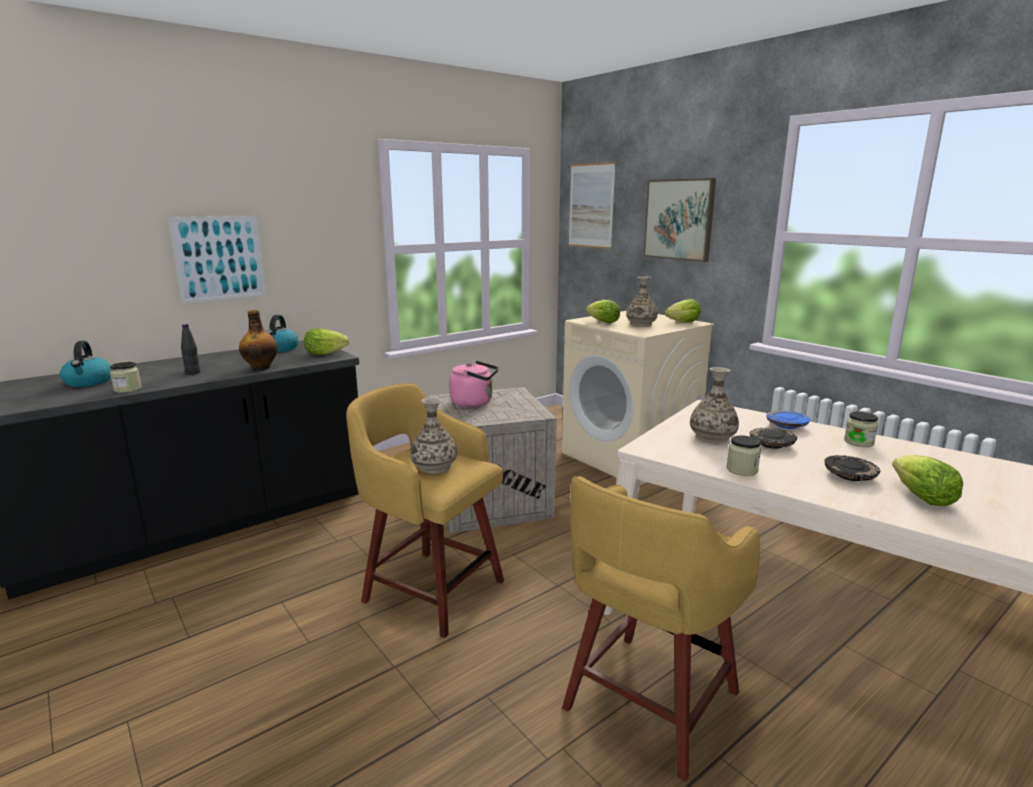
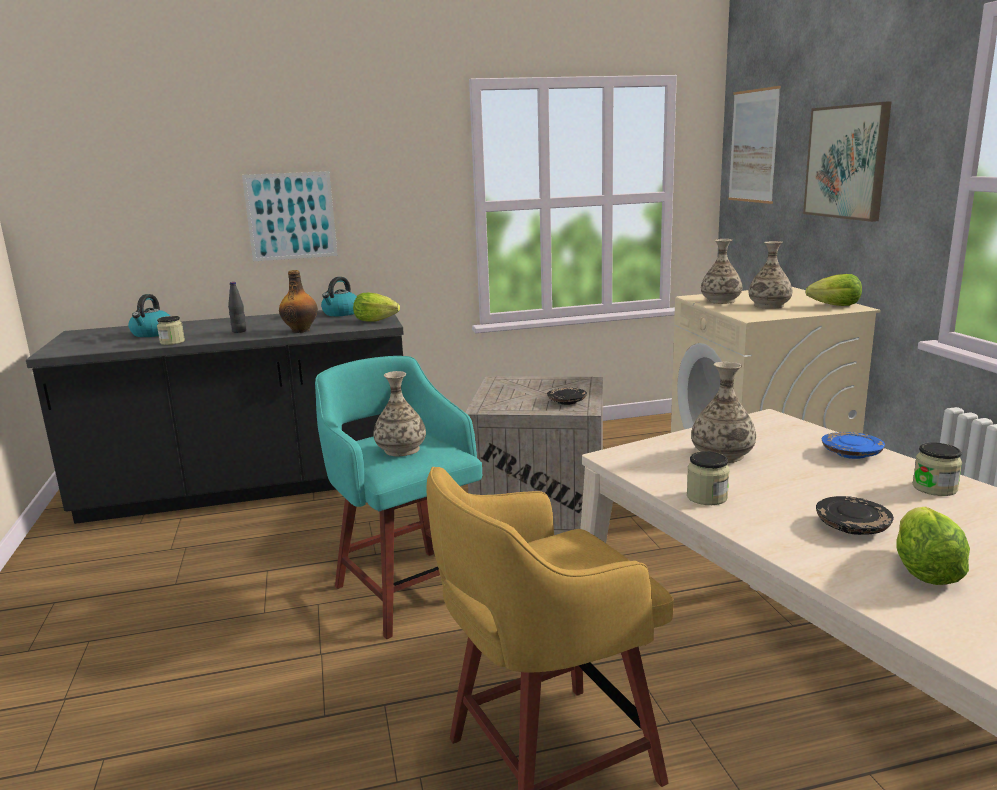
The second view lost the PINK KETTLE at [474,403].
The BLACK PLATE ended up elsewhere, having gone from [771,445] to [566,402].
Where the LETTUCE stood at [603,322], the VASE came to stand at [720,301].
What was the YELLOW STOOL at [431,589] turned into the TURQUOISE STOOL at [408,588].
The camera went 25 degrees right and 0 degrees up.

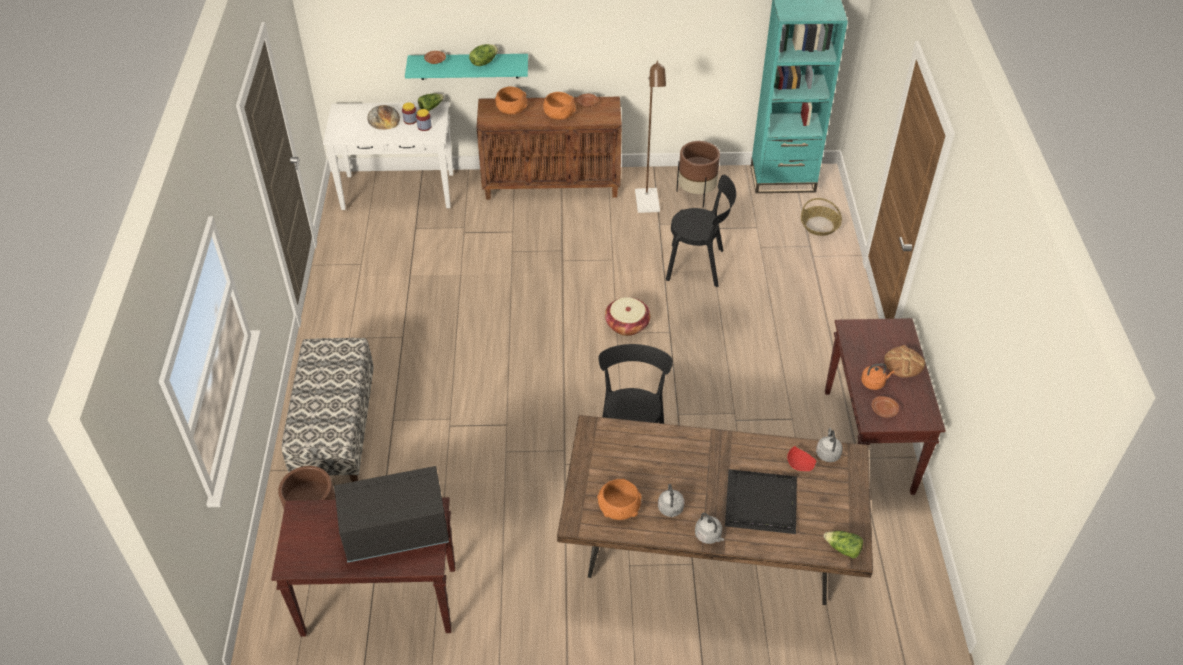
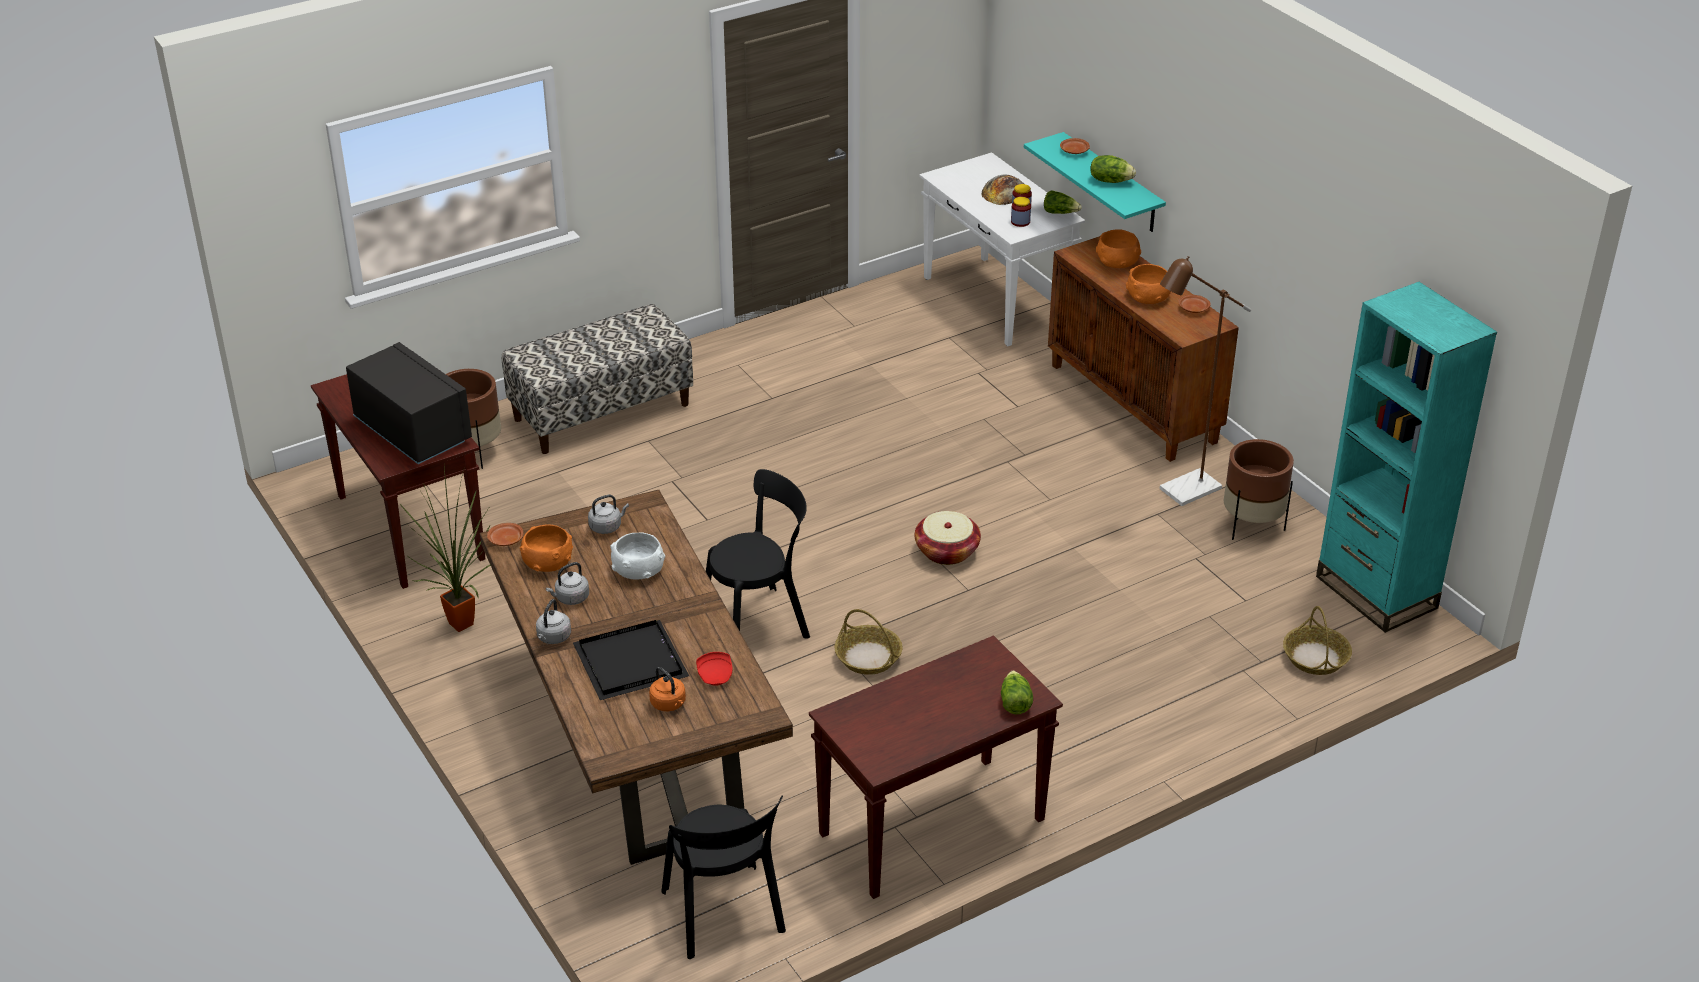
The second view lost the BREAD at [903,363].
The second view gained the POTTED PLANT at [463,627].
The second view gained the WHITE BOWL at [637,569].
The second view gained the BASKET at [867,657].
The BLACK CHAIR ended up elsewhere, having gone from [698,265] to [724,915].
The GREY KETTLE ended up elsewhere, having gone from [827,453] to [607,526].
The LETTUCE ended up elsewhere, having gone from [843,549] to [1014,702].
The ORANGE KETTLE ended up elsewhere, having gone from [874,382] to [669,704].
The BROWN PLATE ended up elsewhere, having gone from [884,410] to [505,540].
The camera went 60 degrees right and 10 degrees down.

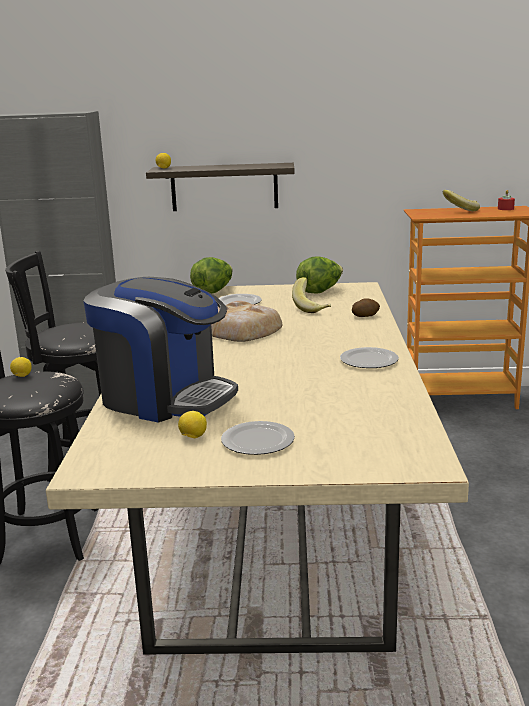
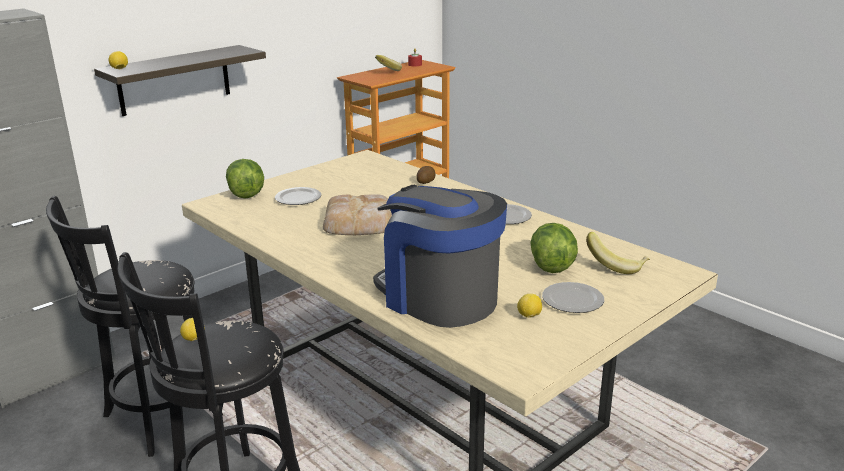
The BANANA ended up elsewhere, having gone from [312,308] to [616,266].
The LETTUCE ended up elsewhere, having gone from [320,291] to [551,265].
The COFFEE MACHINE at [165,397] ended up facing another way, 120 degrees counterclockwise from before.
The camera went 45 degrees left and 5 degrees up.

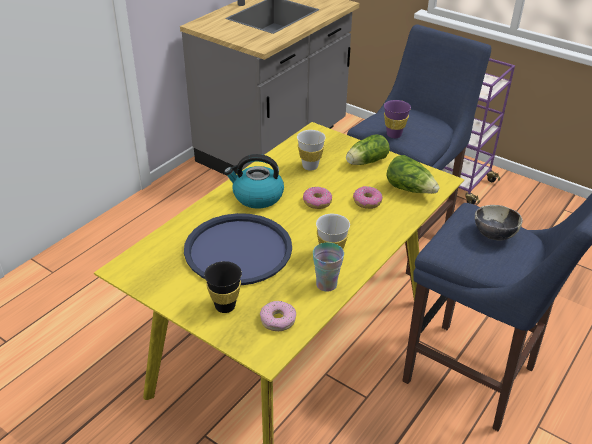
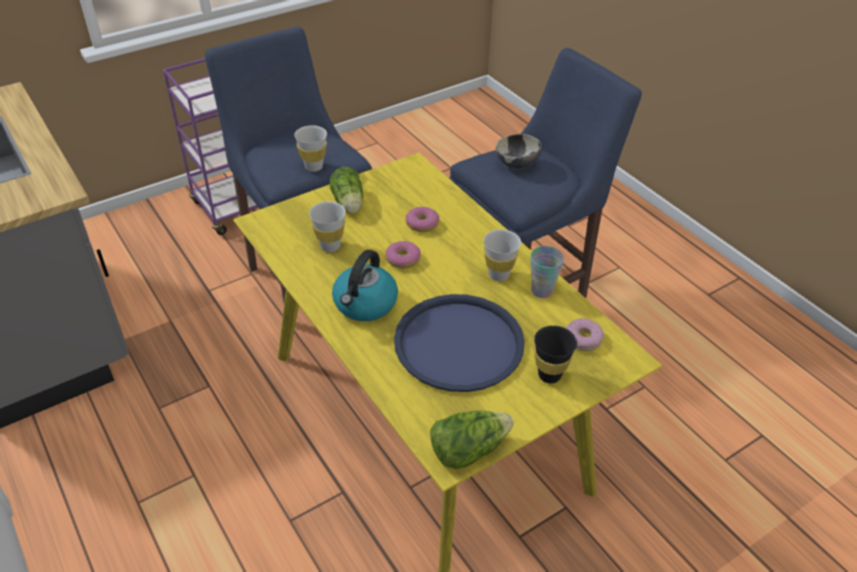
The LETTUCE ended up elsewhere, having gone from [410,189] to [468,449].
What was the PURPLE CUP at [394,135] turned into the WHITE CUP at [314,167].
The camera went 70 degrees left and 5 degrees up.

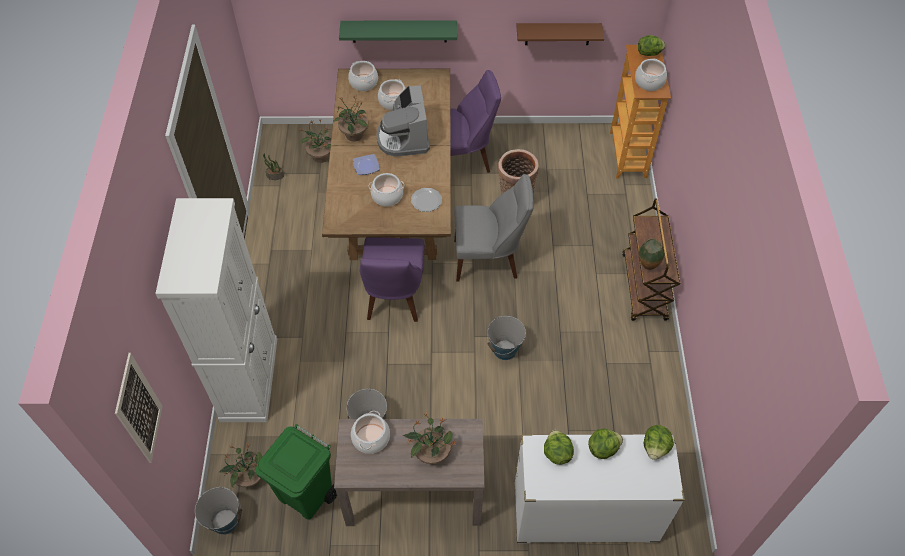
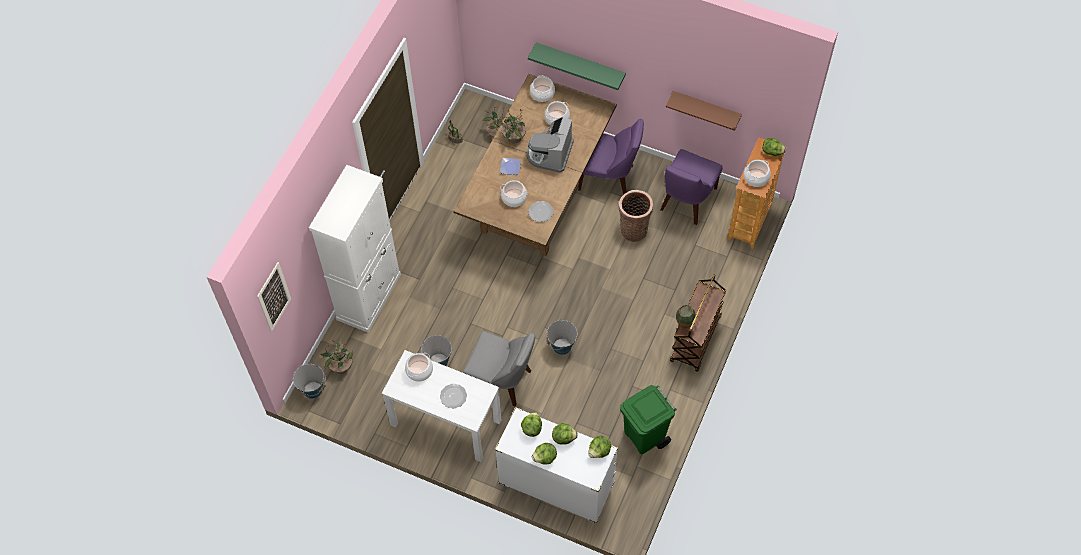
The second view gained the LETTUCE at [545,458].
The GREEN TRASH CAN ended up elsewhere, having gone from [307,495] to [645,436].
The PURPLE CHAIR ended up elsewhere, having gone from [394,298] to [686,201].
The GREY CHAIR ended up elsewhere, having gone from [489,259] to [502,381].
Where the POTTED PLANT stood at [431,453], the PLATE came to stand at [453,396].
What was the BROWN CONSOLE TABLE at [413,494] turned into the WHITE CONSOLE TABLE at [445,422].
The camera went 25 degrees right and 5 degrees up.

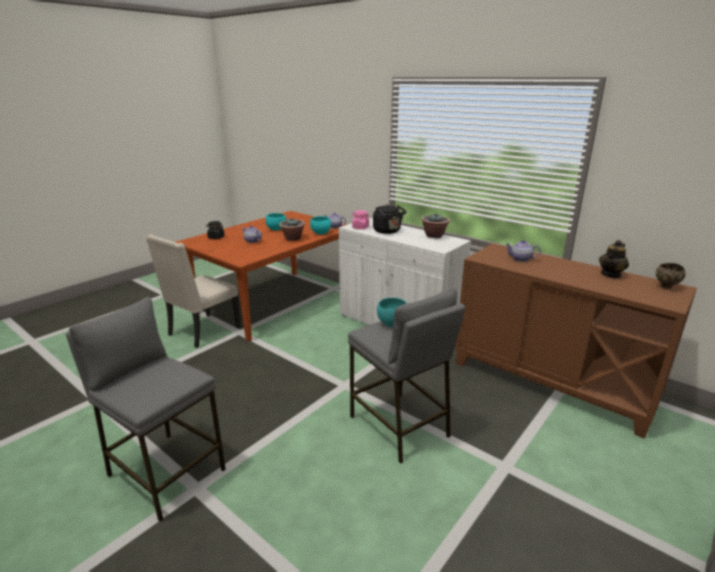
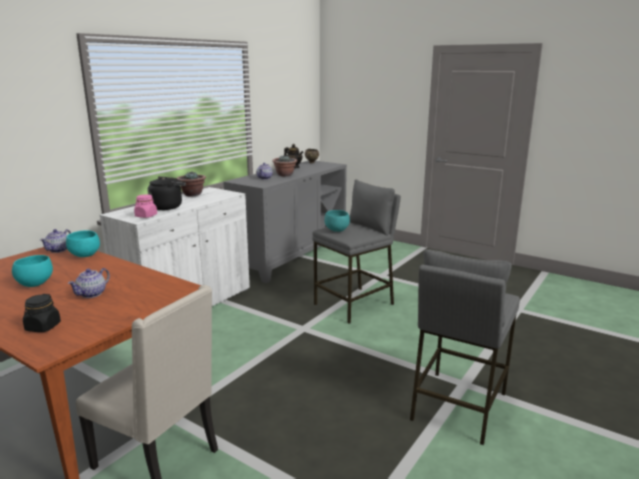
The POTTED PLANT ended up elsewhere, having gone from [292,238] to [285,175].
What was the BROWN CABINET at [551,382] turned into the GREY CABINET at [290,256].
The camera went 95 degrees left and 5 degrees down.

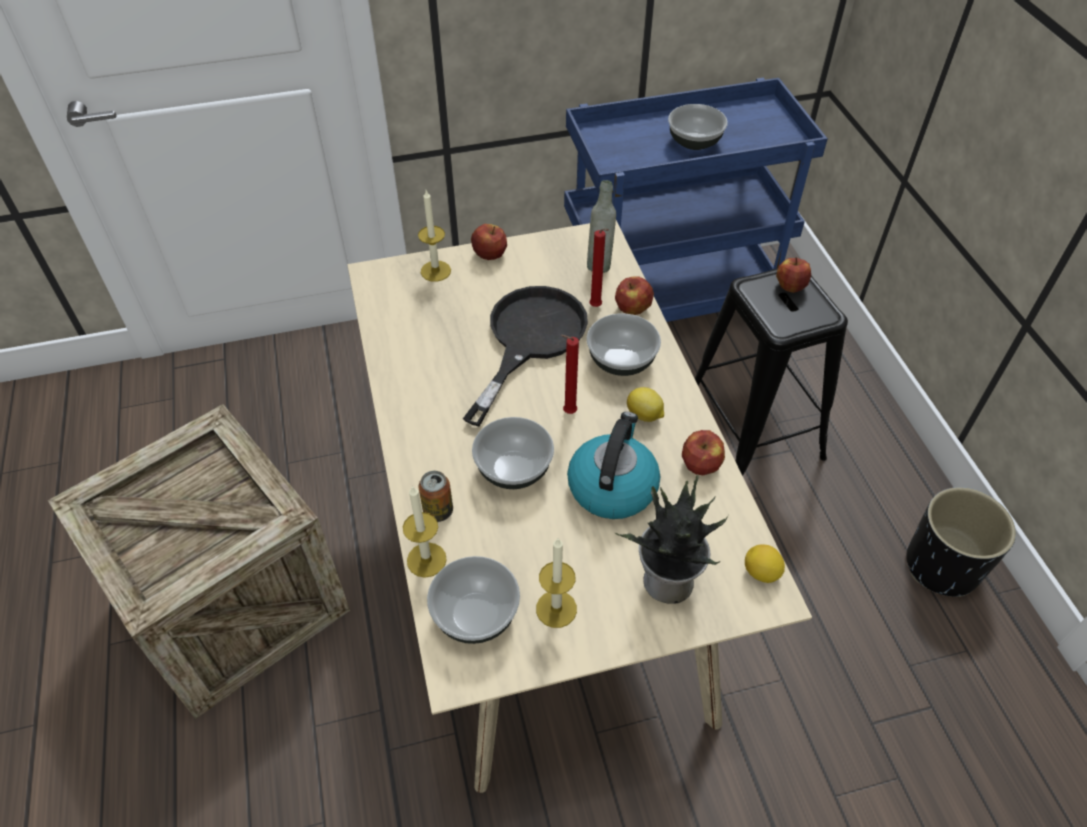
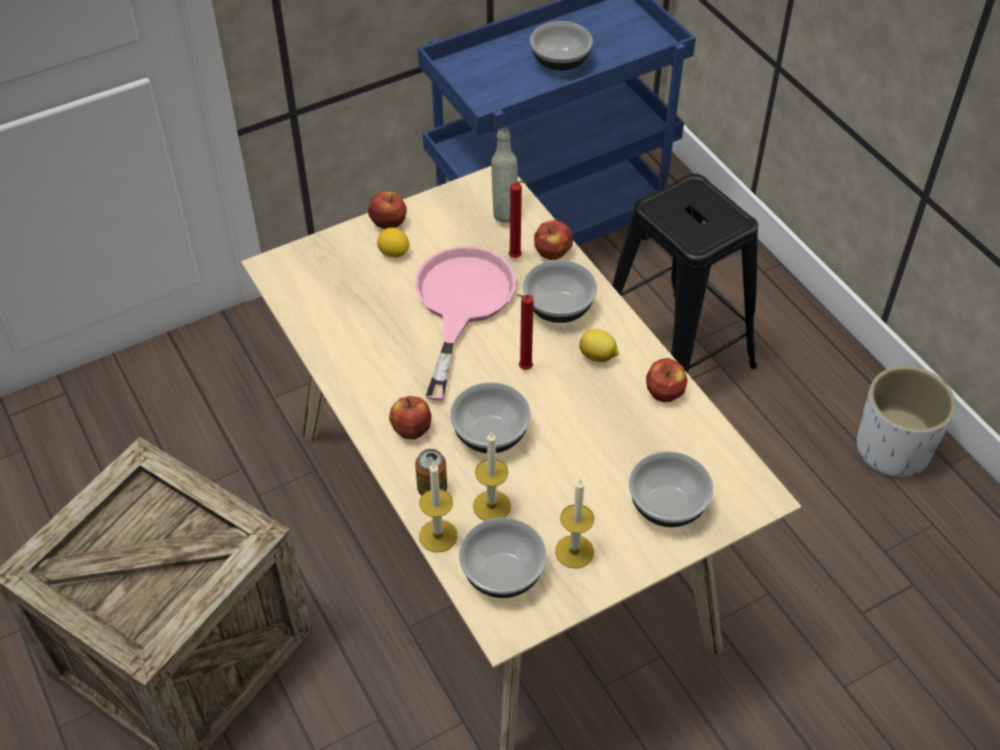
The second view lost the KETTLE at [612,486].
The CANDLE ended up elsewhere, having gone from [435,271] to [491,506].
The LEMON ended up elsewhere, having gone from [761,573] to [394,253].
The APPLE ended up elsewhere, having gone from [790,286] to [411,430].
Where the POTTED PLANT stood at [666,582], the BOWL came to stand at [666,506].
What was the BLACK FRYING PAN at [529,340] turned into the PINK FRYING PAN at [461,304].
What was the BLACK PLANTER at [942,566] turned into the WHITE PLANTER at [893,450].
The camera went 15 degrees left and 0 degrees up.

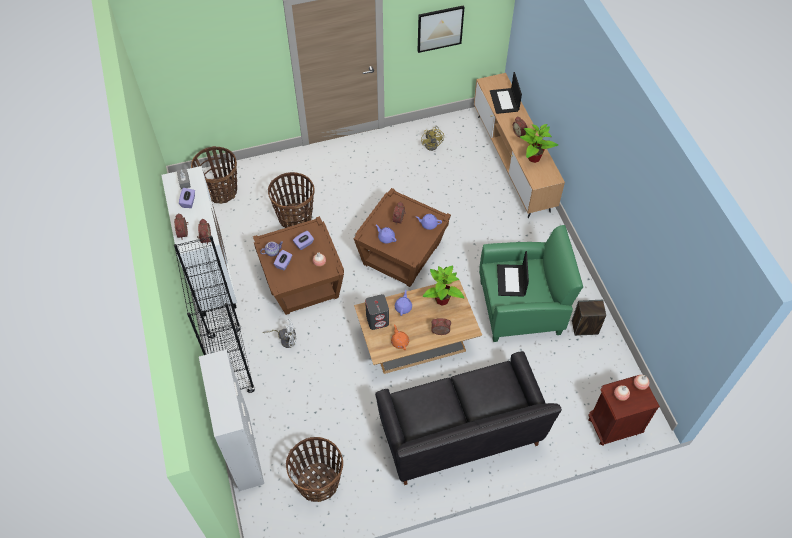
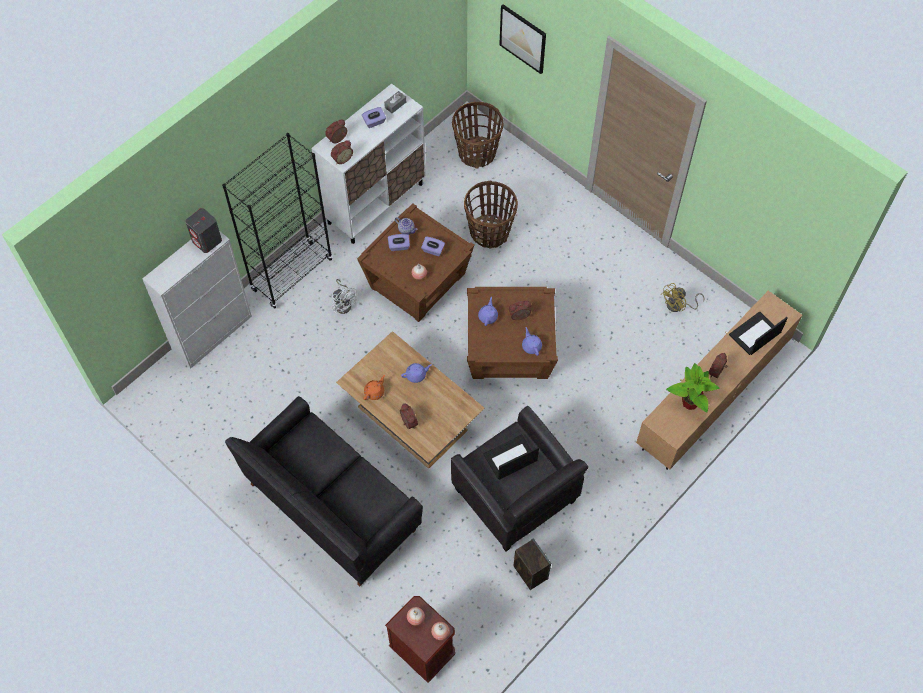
The second view lost the BASKET at [318,482].
The second view lost the POTTED PLANT at [442,300].
The GREY SPEAKER ended up elsewhere, having gone from [377,320] to [207,241].
The PICTURE ended up elsewhere, having gone from [440,28] to [523,38].
What was the GREEN ARMCHAIR at [521,307] turned into the BLACK ARMCHAIR at [515,497].
The camera went 60 degrees right and 5 degrees up.

